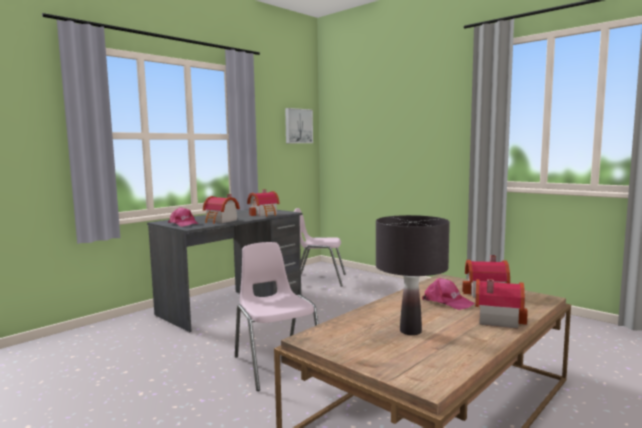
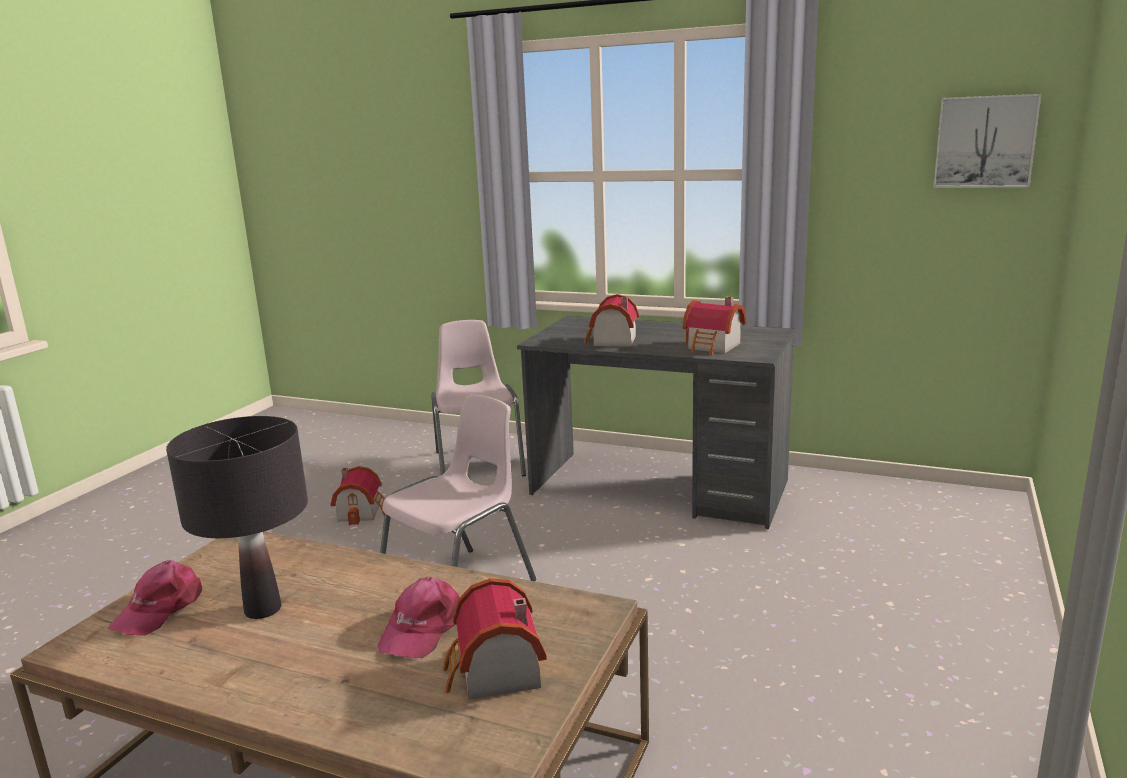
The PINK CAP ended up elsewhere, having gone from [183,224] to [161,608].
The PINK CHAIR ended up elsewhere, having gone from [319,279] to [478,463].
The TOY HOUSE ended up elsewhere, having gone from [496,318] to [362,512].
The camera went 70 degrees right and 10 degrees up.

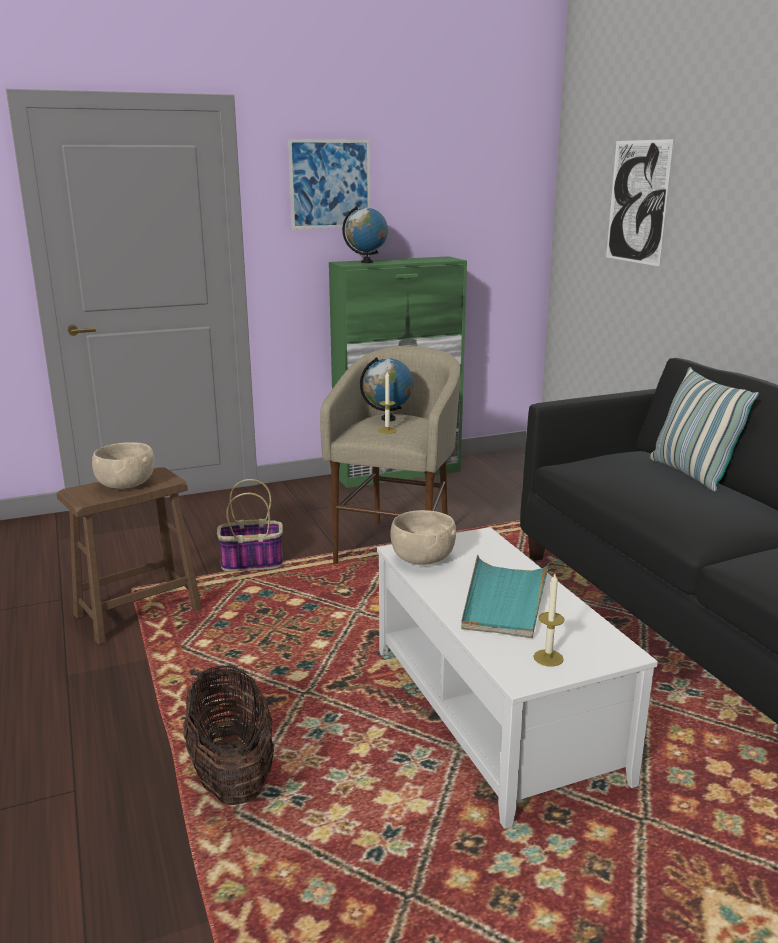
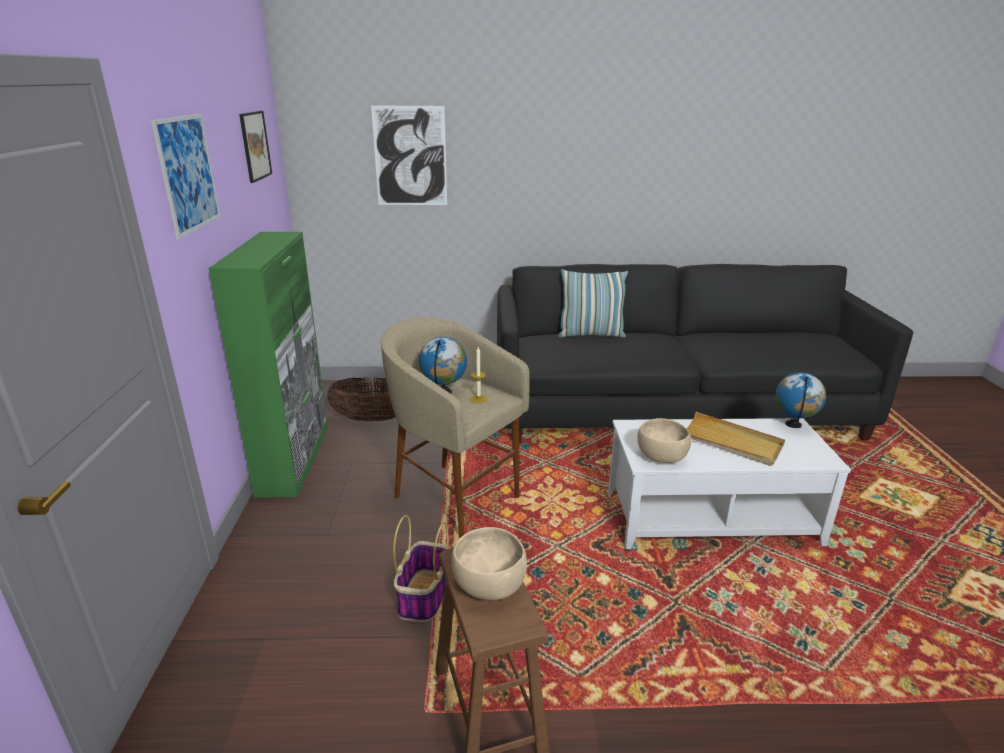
The second view lost the CANDLE at [548,658].
The second view gained the PICTURE at [255,146].
The BASKET ended up elsewhere, having gone from [232,774] to [371,419].
The GLOBE ended up elsewhere, having gone from [367,262] to [793,425].
What was the TURQUOISE TRAY at [504,600] turned into the BEIGE TRAY at [731,442].
The camera went 70 degrees left and 5 degrees up.

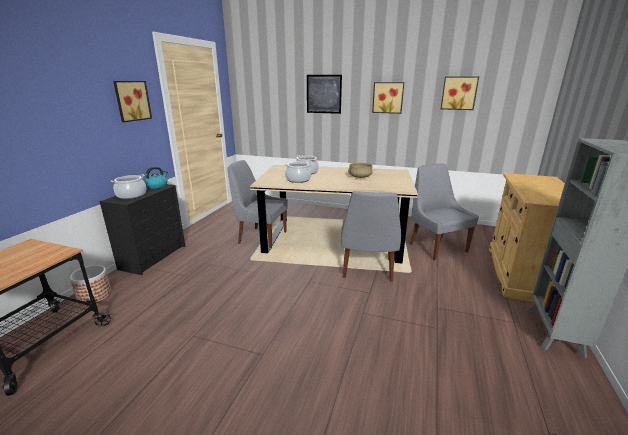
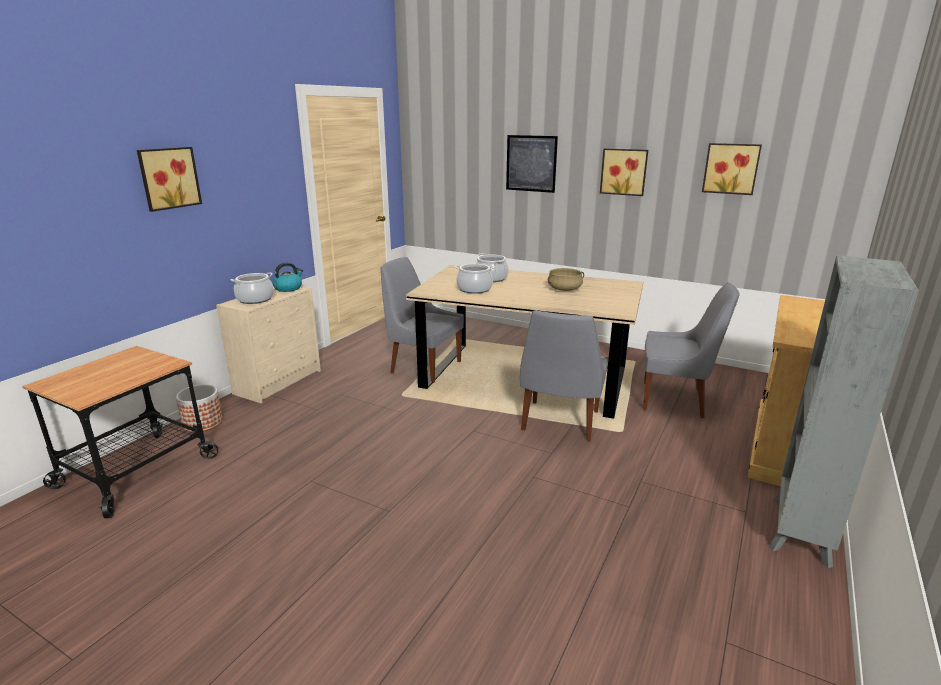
The PICTURE ended up elsewhere, having gone from [131,101] to [168,178].
What was the BLACK DRESSER at [154,257] turned into the BEIGE DRESSER at [279,381].
The GREY CHAIR at [436,247] ended up facing another way, 120 degrees clockwise from before.
The camera went 10 degrees right and 0 degrees up.

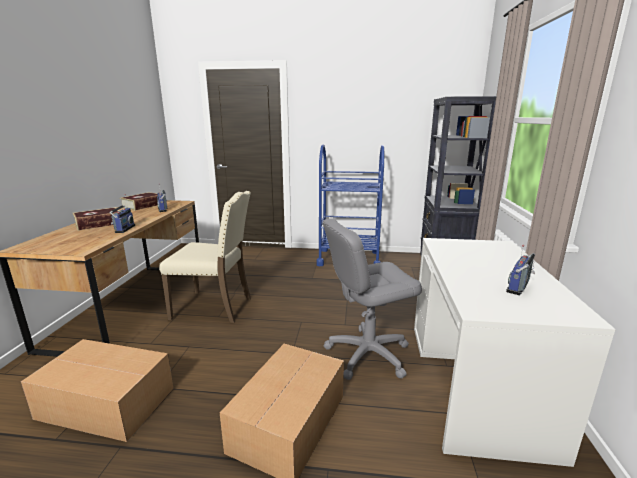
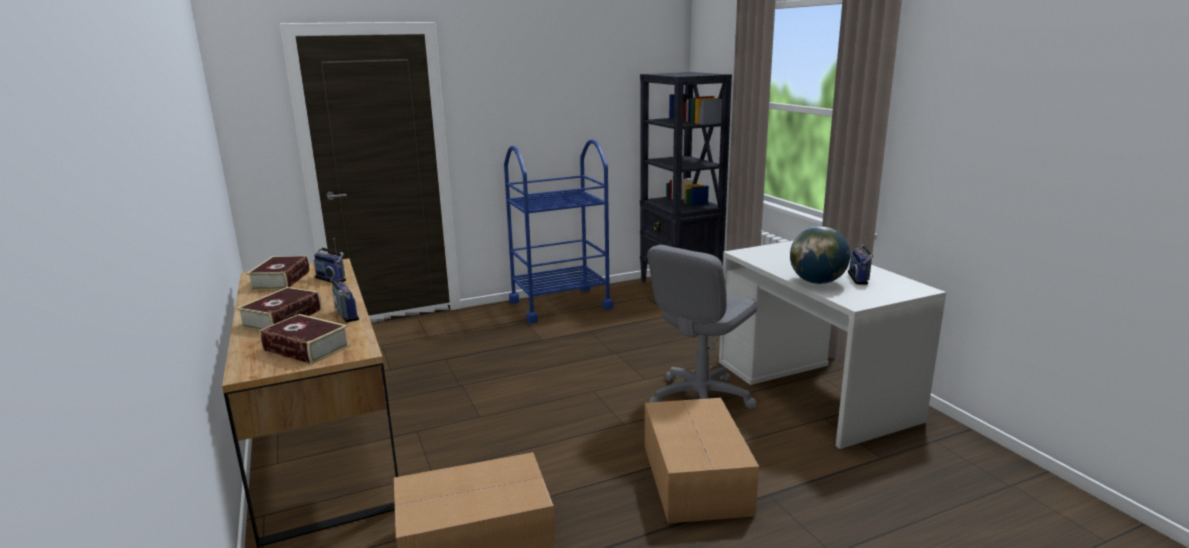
The second view lost the BEIGE CHAIR at [214,307].
The second view gained the BOOK at [306,348].
The second view gained the GLOBE at [817,282].
The camera went 30 degrees left and 0 degrees up.

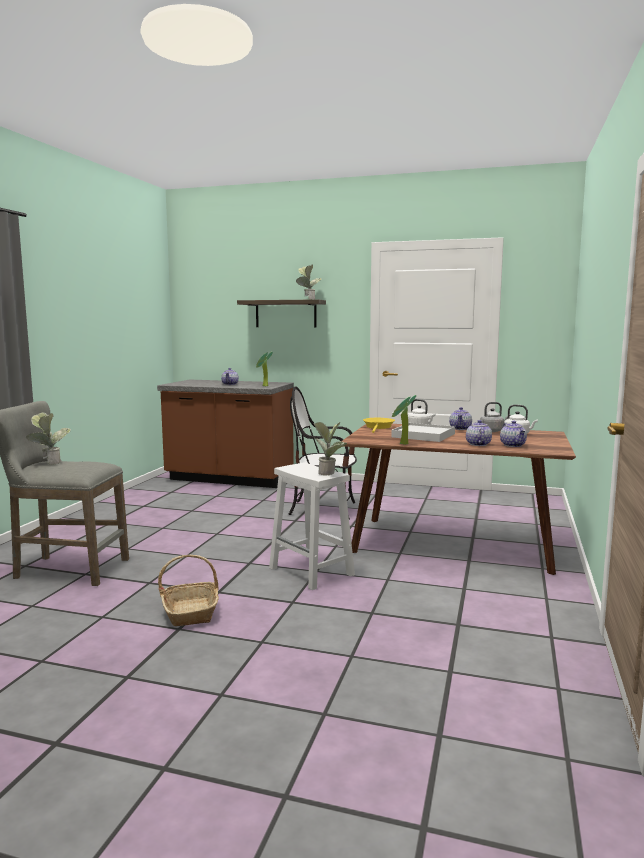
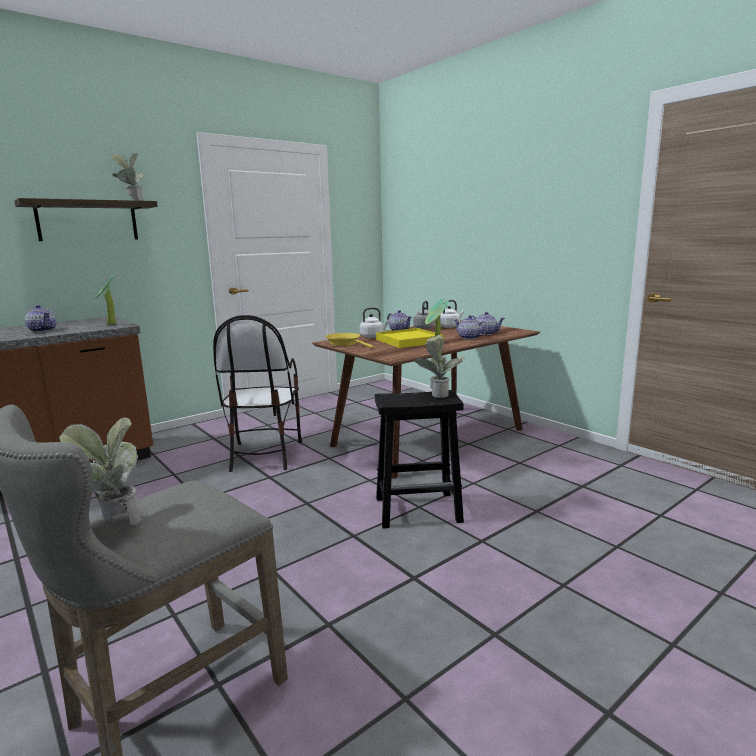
The second view lost the BASKET at [191,612].
What was the WHITE STOOL at [312,572] turned into the BLACK STOOL at [419,509].
What was the WHITE TRAY at [423,435] turned into the YELLOW TRAY at [409,341].
The CHAIR at [324,509] ended up facing another way, 45 degrees counterclockwise from before.
The camera went 55 degrees left and 5 degrees up.

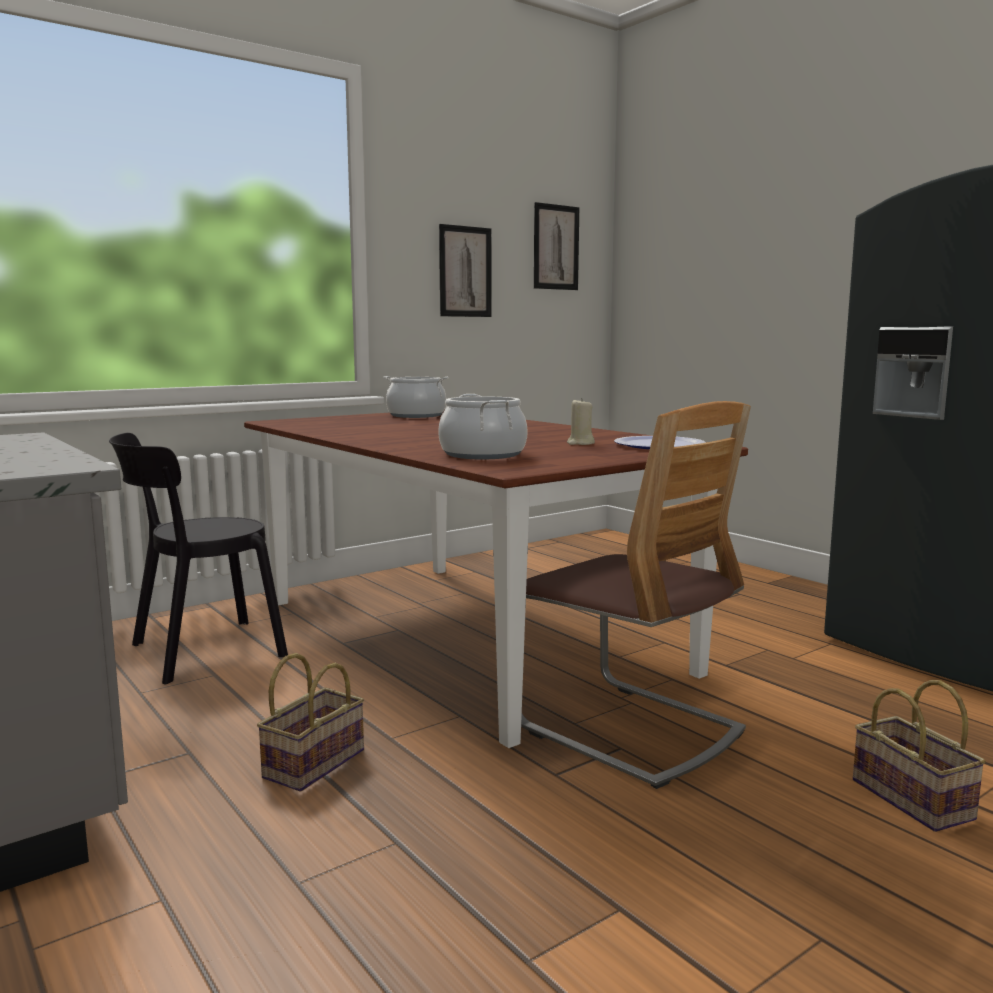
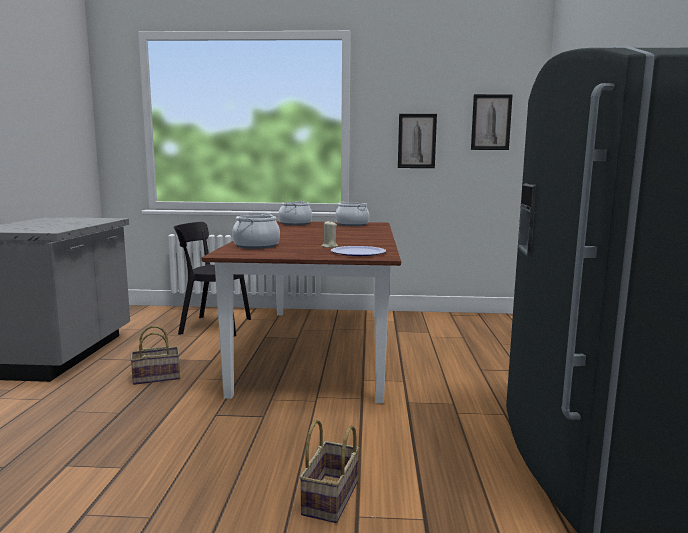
The second view lost the CHAIR at [626,729].
The second view gained the COOKING POT at [295,224].
The camera went 40 degrees right and 0 degrees up.

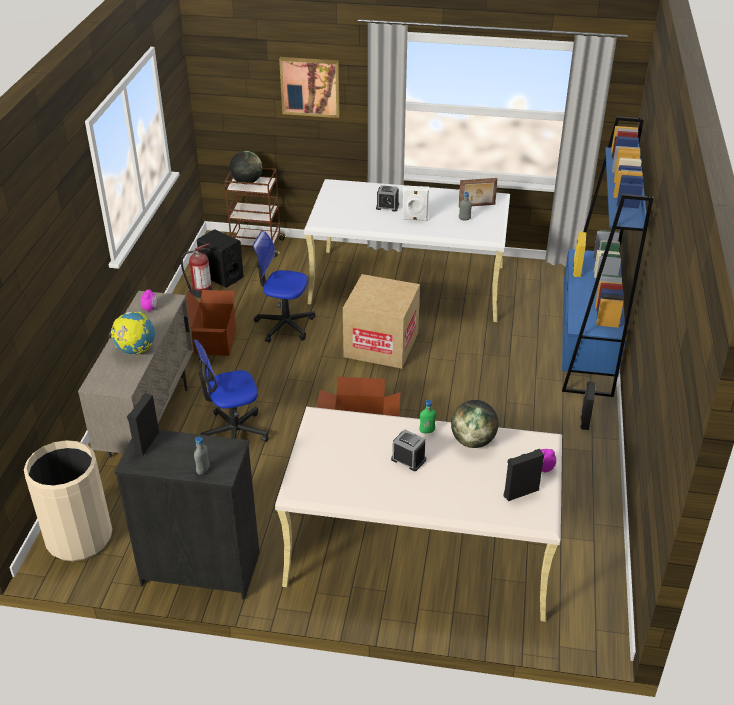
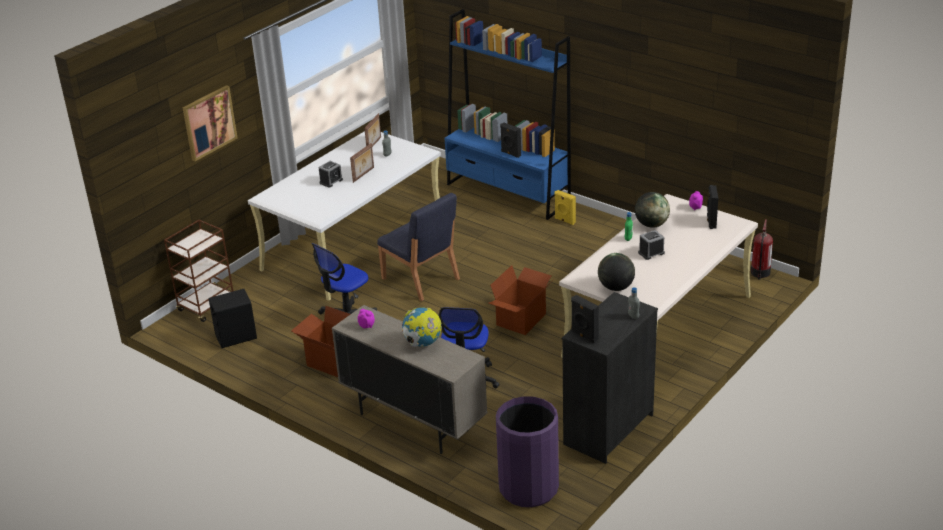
The FIRE EXTINGUISHER ended up elsewhere, having gone from [201,292] to [760,273].
The GLOBE ended up elsewhere, having gone from [247,182] to [616,287].
The YELLOW SPEAKER ended up elsewhere, having gone from [576,269] to [564,221].
The BLACK SPEAKER ended up elsewhere, having gone from [584,420] to [510,154].
Where the CARDBOARD BOX stood at [381,345], the BLUE CHAIR came to stand at [421,279].
Where the WHITE SPEAKER stood at [414,219], the PICTURE FRAME came to stand at [364,175].
What was the BEIGE TRASH CAN at [79,537] turned into the PURPLE TRASH CAN at [528,487].
The camera went 60 degrees left and 5 degrees down.

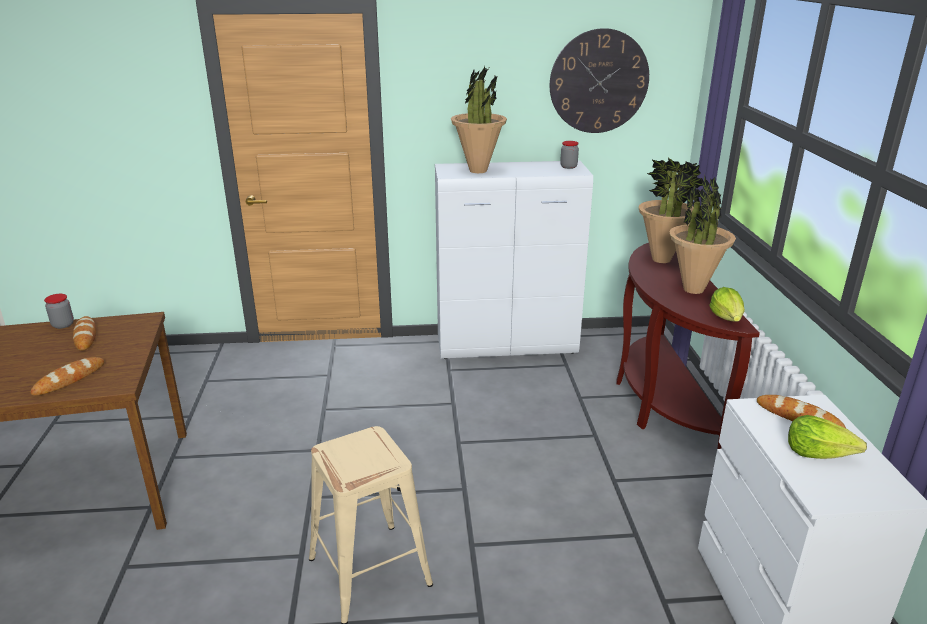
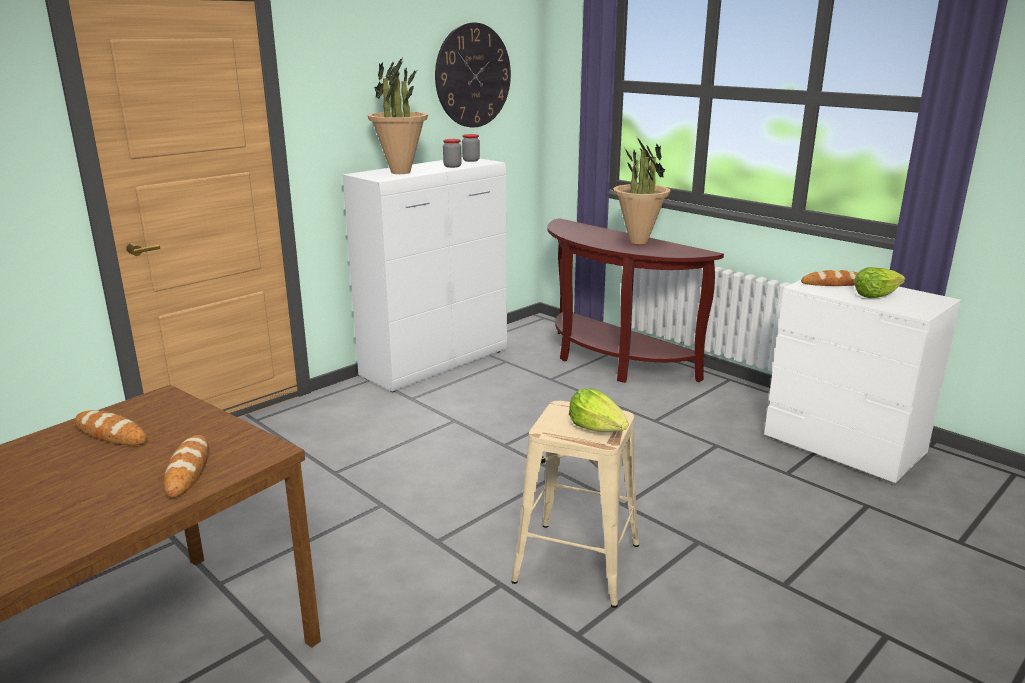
The second view lost the POTTED PLANT at [661,259].
The JAR ended up elsewhere, having gone from [63,325] to [452,166].
The LETTUCE ended up elsewhere, having gone from [727,318] to [597,428].
The camera went 40 degrees left and 5 degrees down.

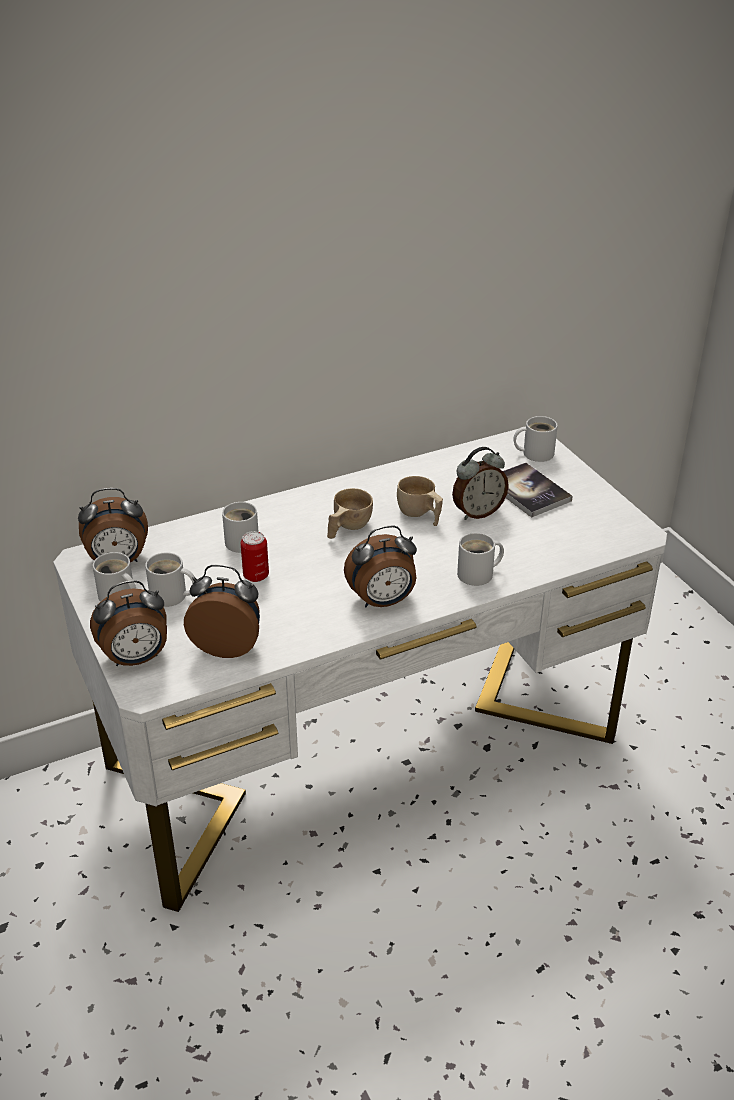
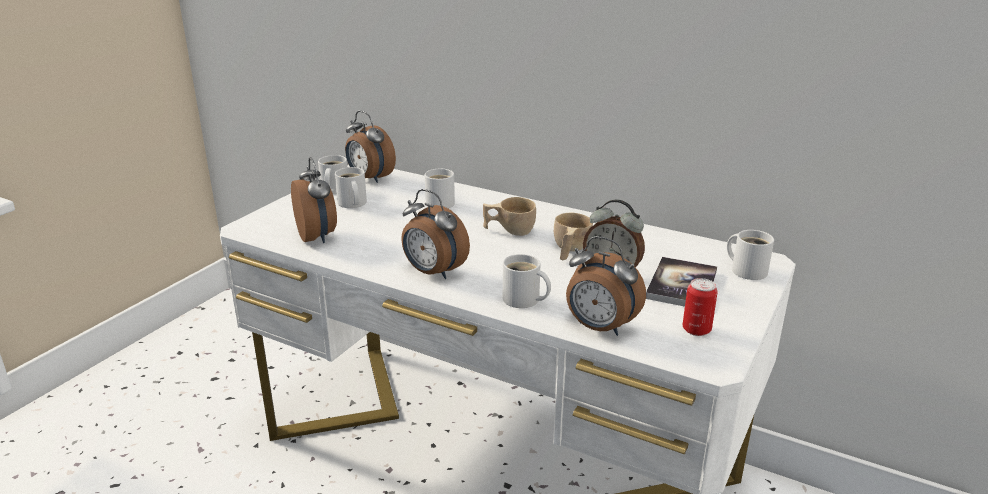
The ALARM CLOCK ended up elsewhere, having gone from [136,659] to [599,328].
The CAN ended up elsewhere, having gone from [256,575] to [696,330].
The camera went 55 degrees right and 10 degrees down.

